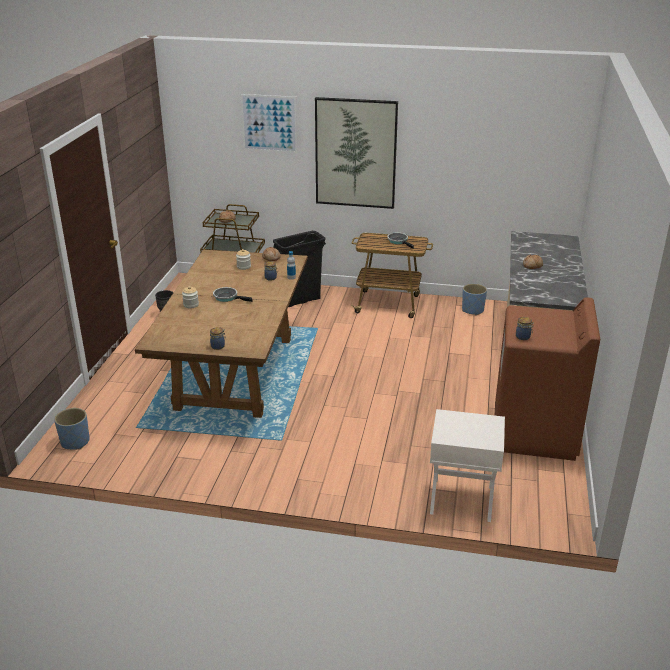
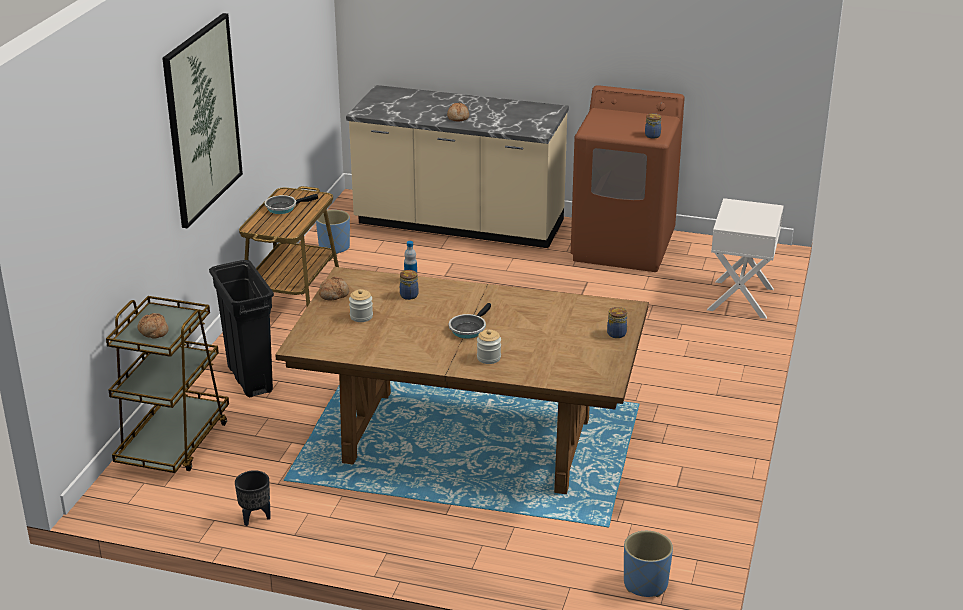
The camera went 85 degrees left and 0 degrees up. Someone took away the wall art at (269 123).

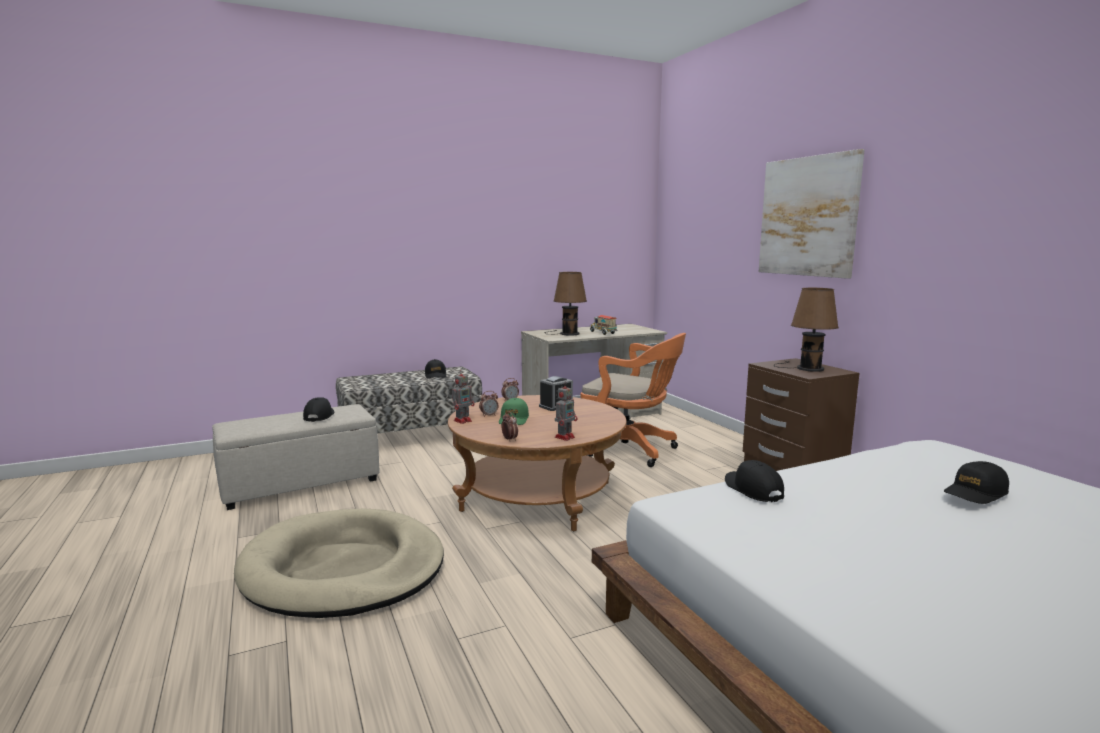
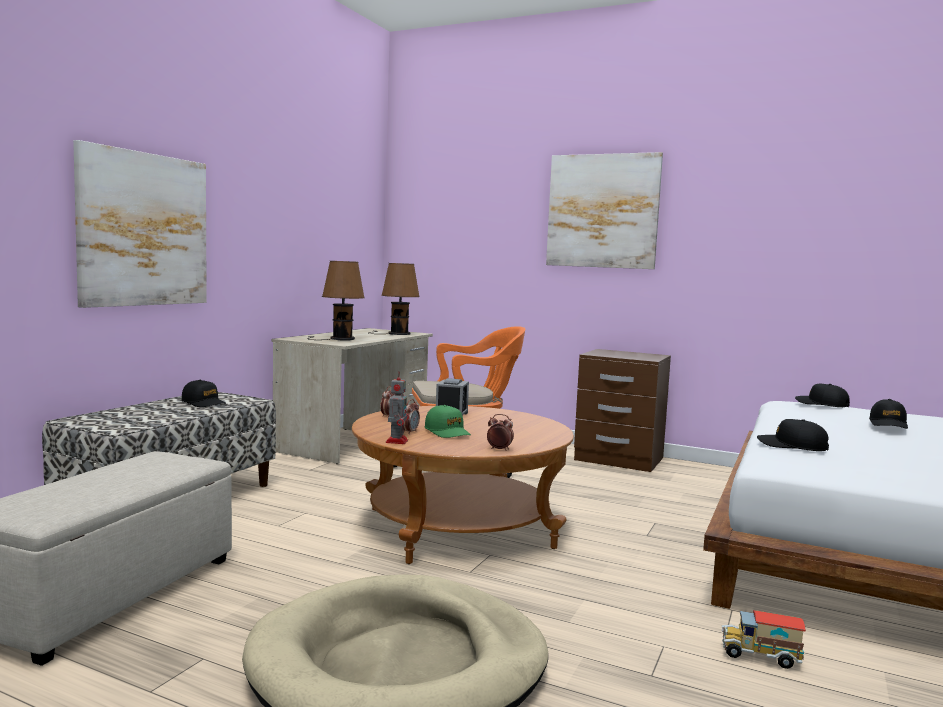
The camera went 40 degrees left and 5 degrees down. Someone carried the brownish lamp for a table from (807 368) to (396 333). Someone carried the toy lorry from (603 333) to (759 657). Someone took away the model robot at (565 437). Someone carried the blackish peaked cap from (319 416) to (821 404). Someone put up the wall art at (144 229).

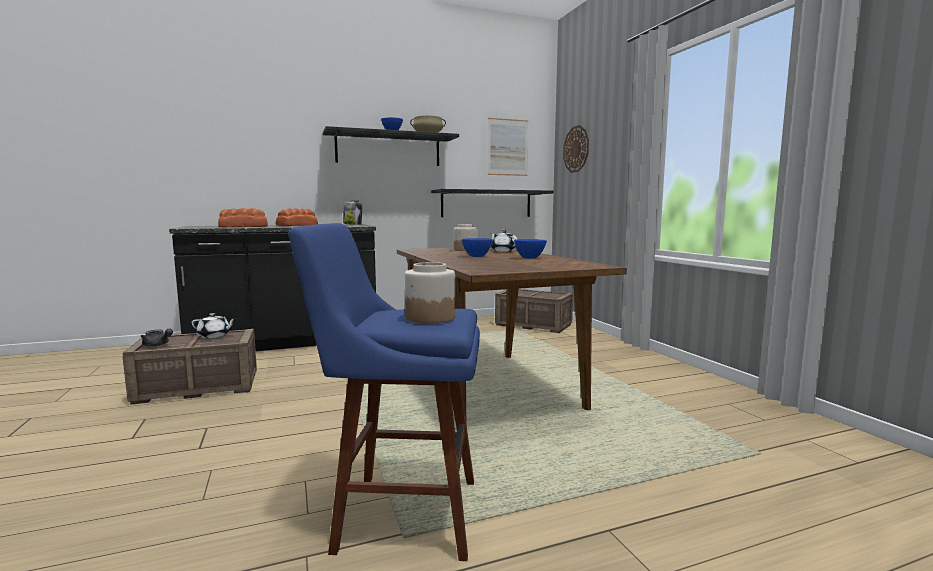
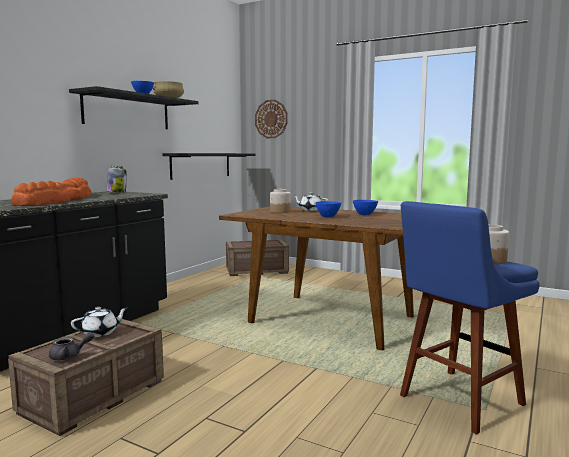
The camera went 40 degrees left and 0 degrees up. Someone took away the wall art at (507 147).

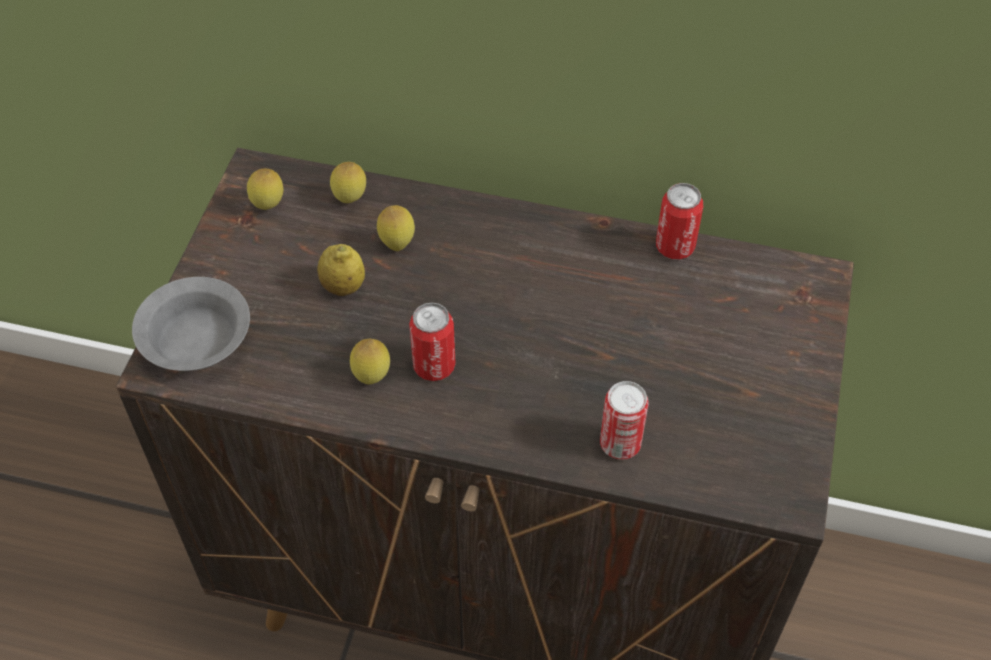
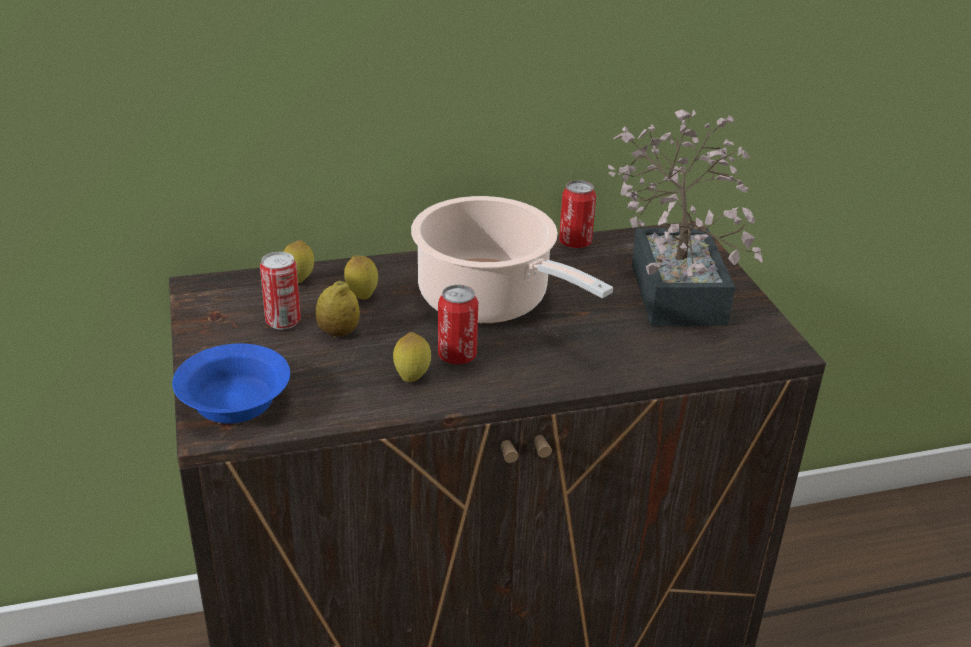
The camera went 30 degrees left and 20 degrees down. Someone took away the whole lemon at (268 206). Someone repainted the greyish deep dish at (198 343), which became the blue-coloured deep dish at (237 403). Someone carried the metal can from (620 444) to (283 321). Someone put down the houseplant at (676 285). Someone put down the cooking pot at (489 300).

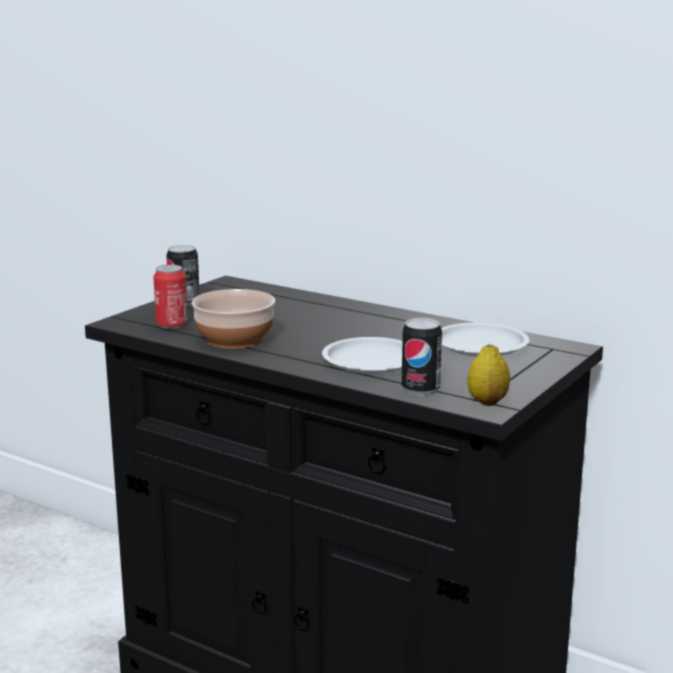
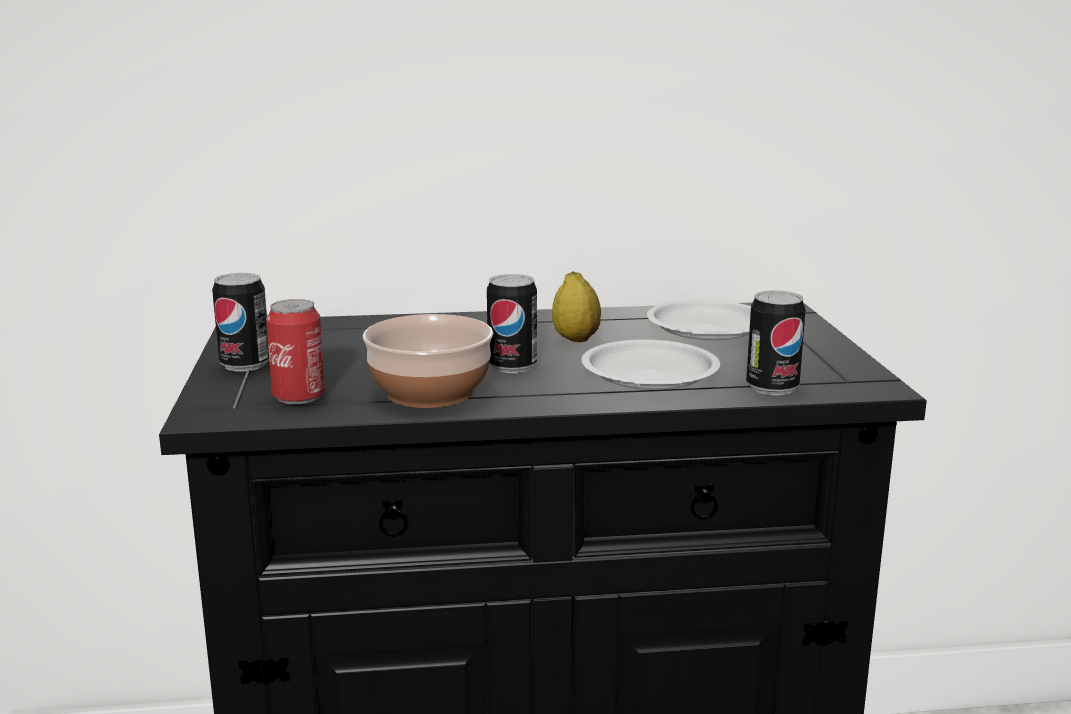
The camera went 40 degrees left and 0 degrees up. Someone carried the whole lemon from (487 402) to (576 339). Someone put down the metal can at (512 366).

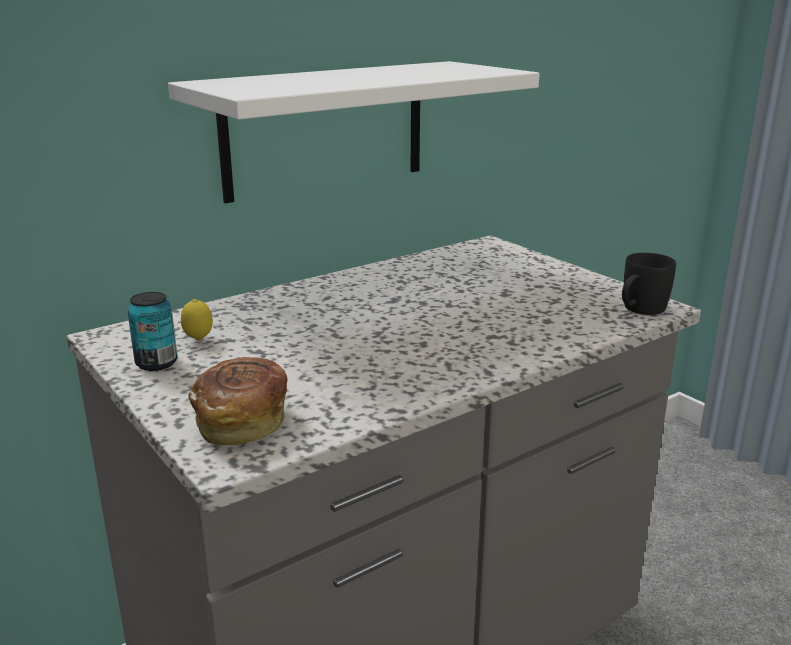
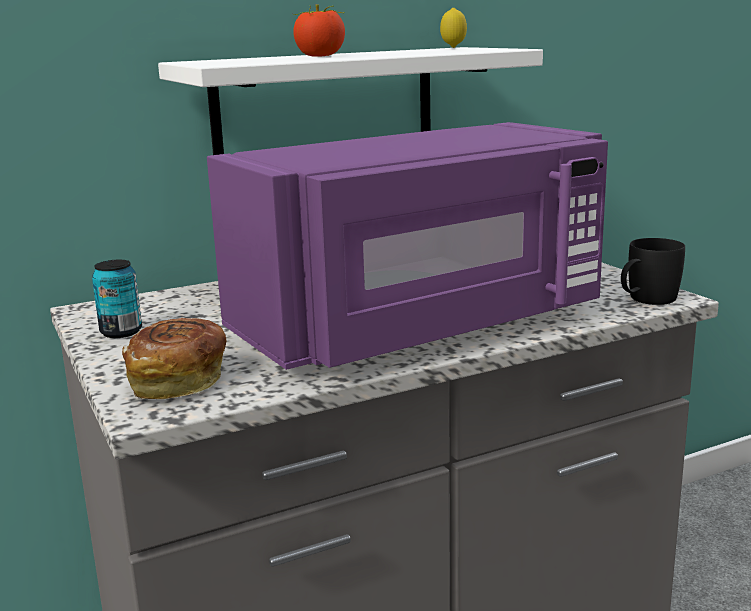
The camera went 10 degrees right and 5 degrees down. Someone carried the whole lemon from (198 340) to (453 47). Someone put down the fresh tomato at (321 56). Someone put down the purplish microwave oven at (424 326).

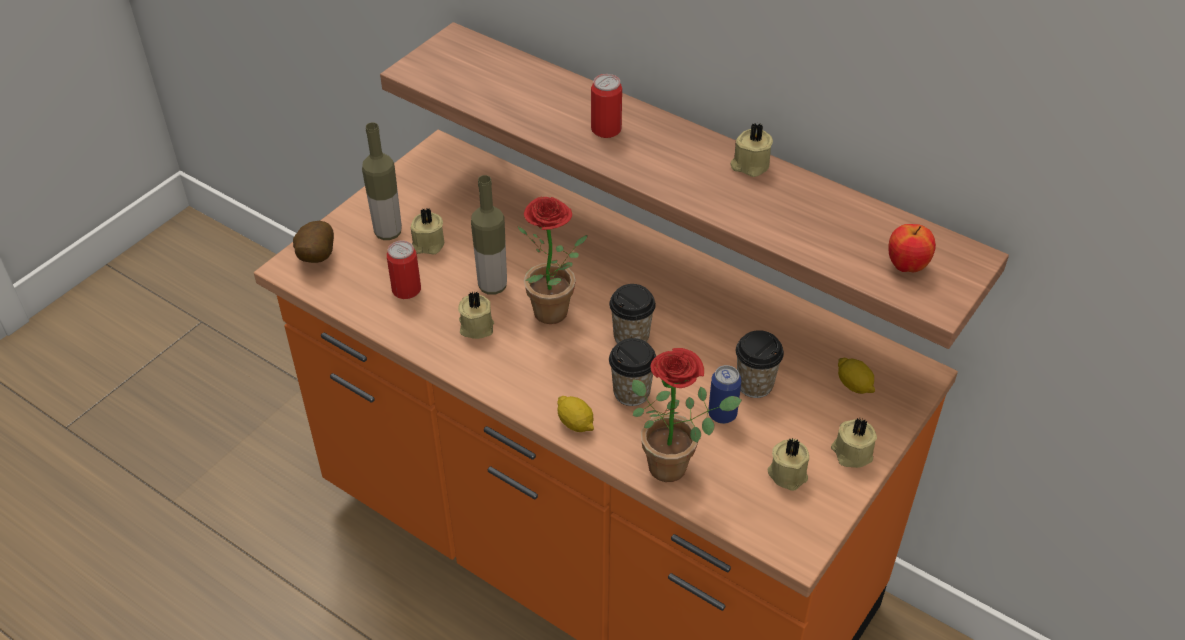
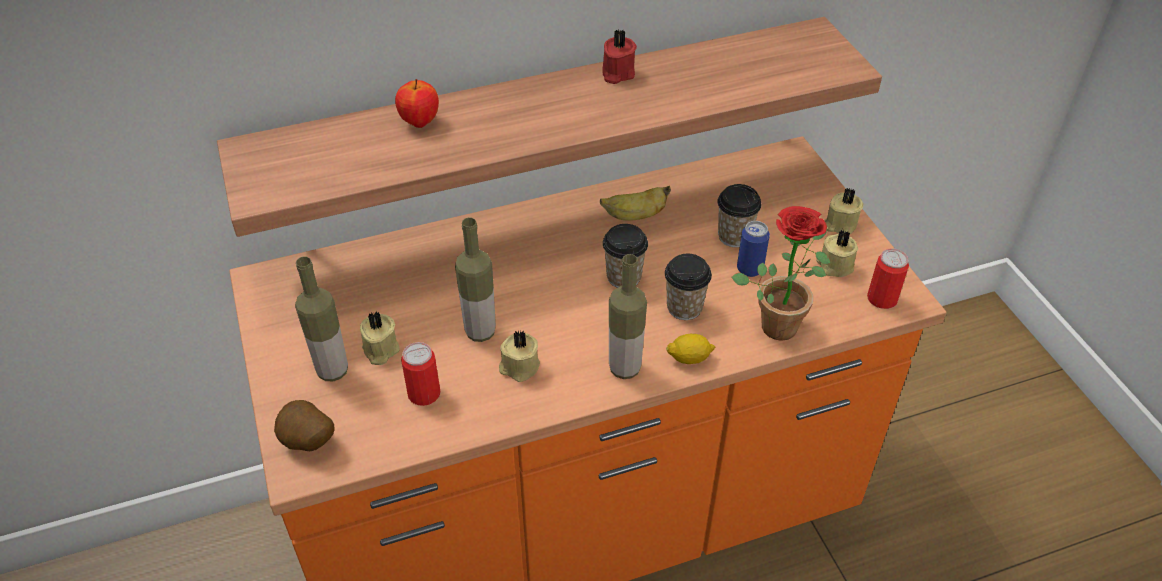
The camera went 55 degrees left and 0 degrees up. Someone carried the metal can from (606 129) to (882 299). Someone repainted the beige-coloured wax light at (750 165), which became the red wax light at (617 74). Someone took away the houseplant at (554 317). Someone carried the apple from (906 266) to (419 122). Someone took away the whole lemon at (854 385). Someone put down the banana at (634 216). Someone put down the beverage bottle at (624 368).

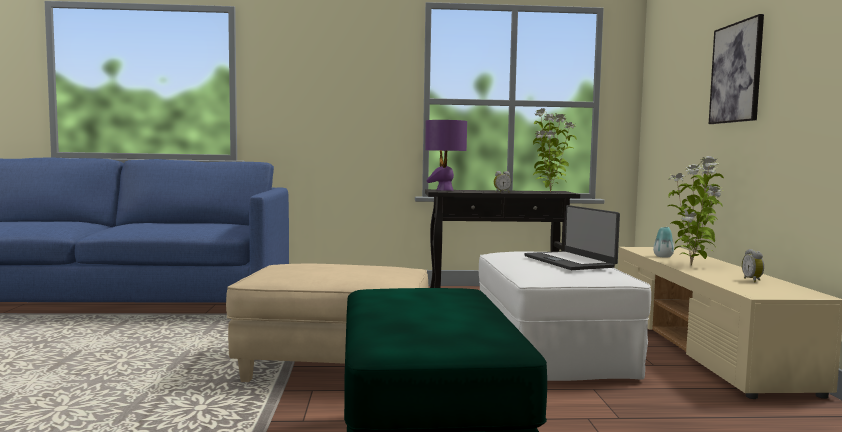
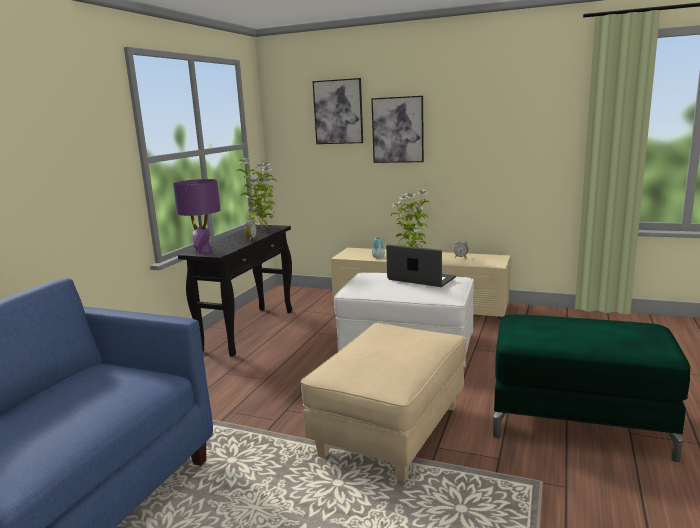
The camera went 65 degrees left and 10 degrees up. Someone rotated the notebook computer at (570 261) by 150 degrees counterclockwise. Someone put up the wall art at (338 112).

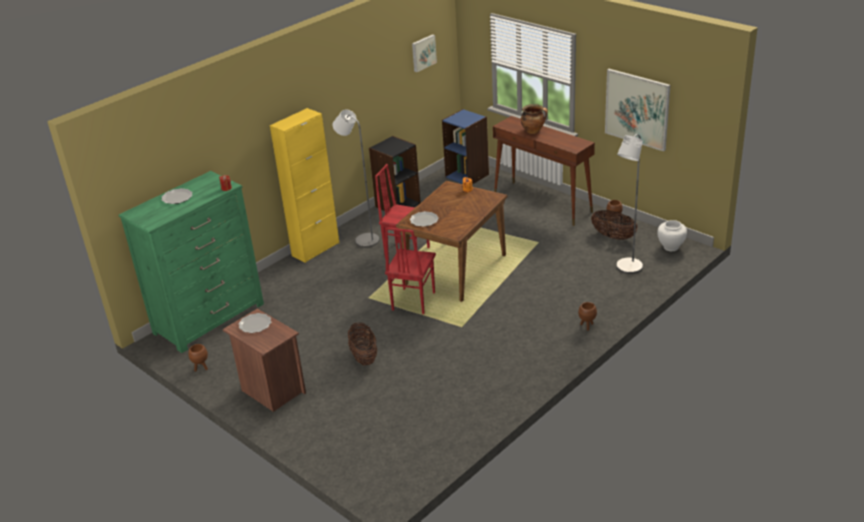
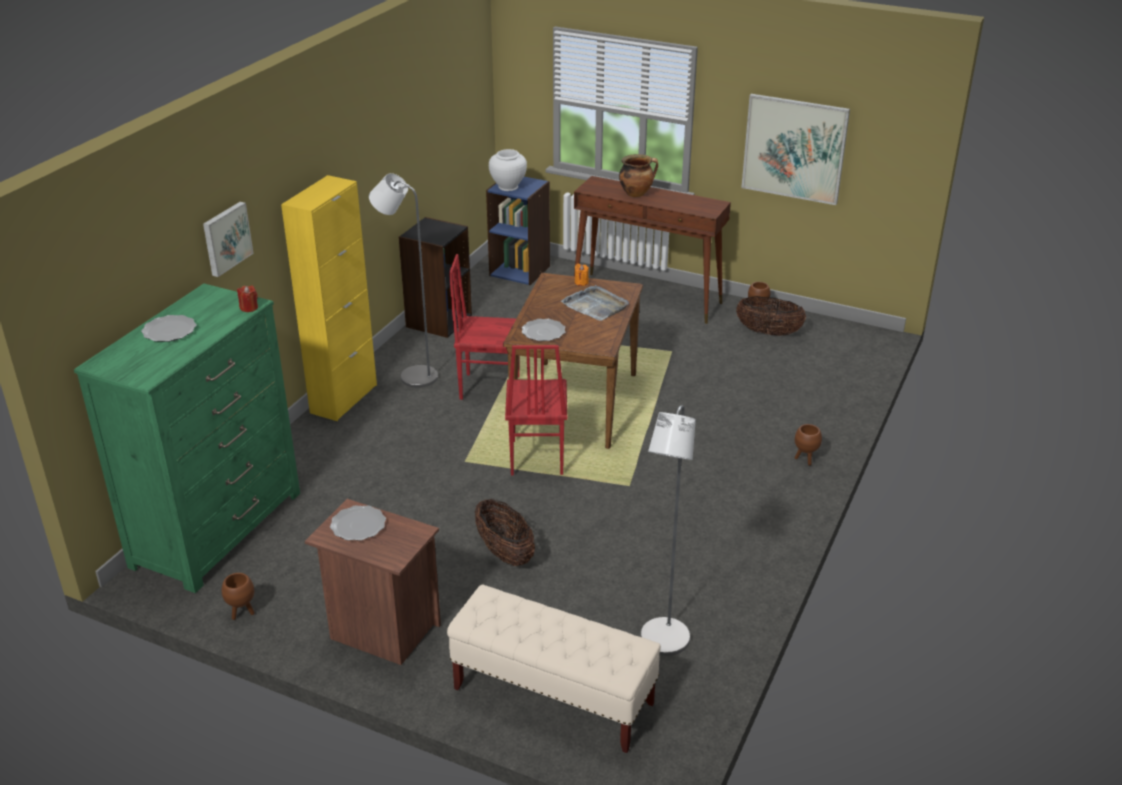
The camera went 20 degrees left and 0 degrees up. Someone carried the wall art from (423 52) to (226 238). Someone carried the greyish floor lamp from (627 269) to (662 644). Someone carried the whitish decorative vase from (670 247) to (508 187). Someone put down the greyish tray at (595 305). Someone put down the beige-coloured bench at (552 696).

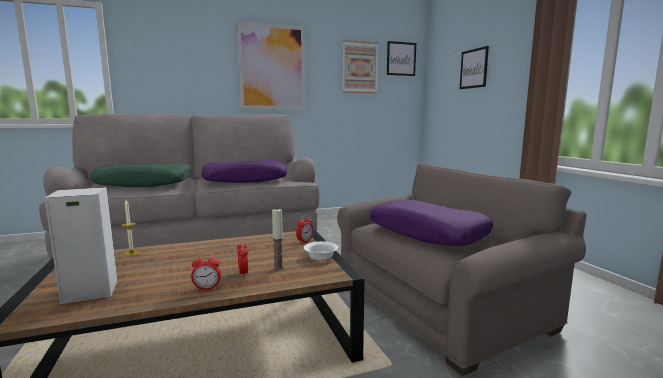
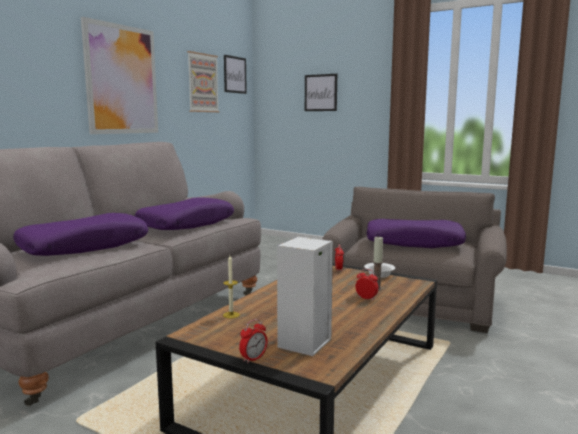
The camera went 40 degrees left and 0 degrees up. Someone repainted the green-coloured throw pillow at (145 184), which became the purplish throw pillow at (85 246). Someone carried the alarm clock from (207 288) to (253 358).

